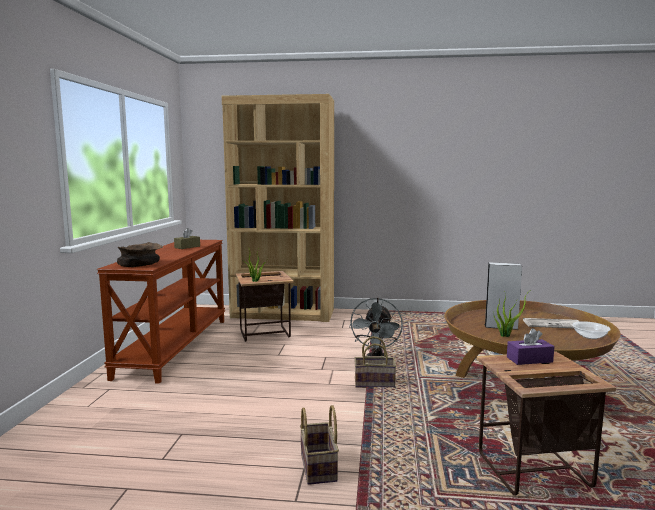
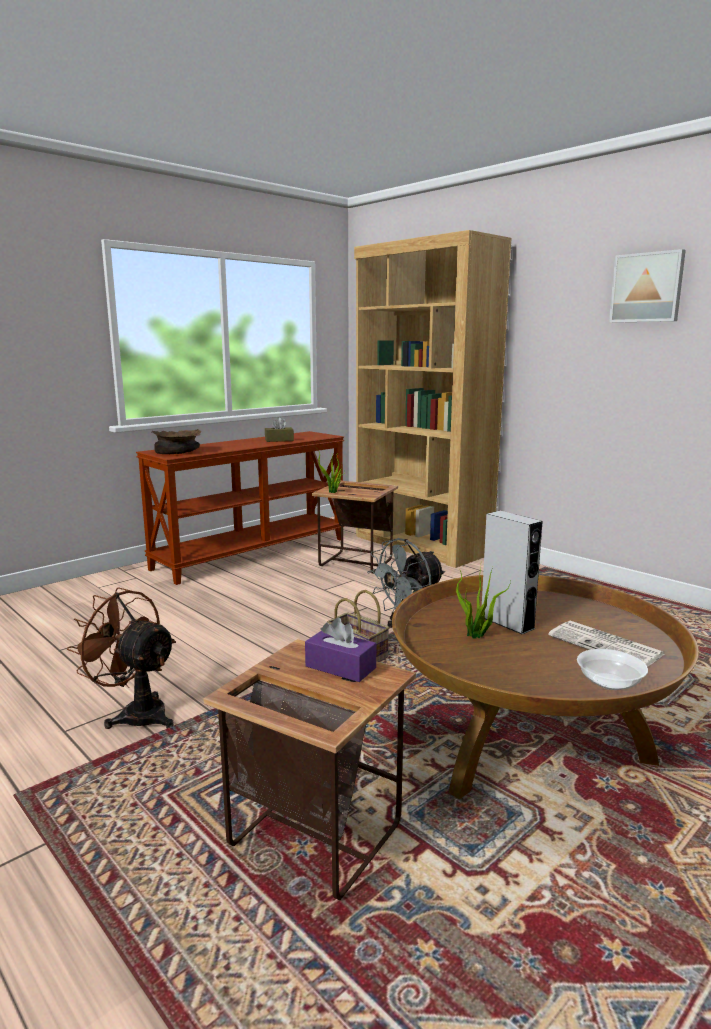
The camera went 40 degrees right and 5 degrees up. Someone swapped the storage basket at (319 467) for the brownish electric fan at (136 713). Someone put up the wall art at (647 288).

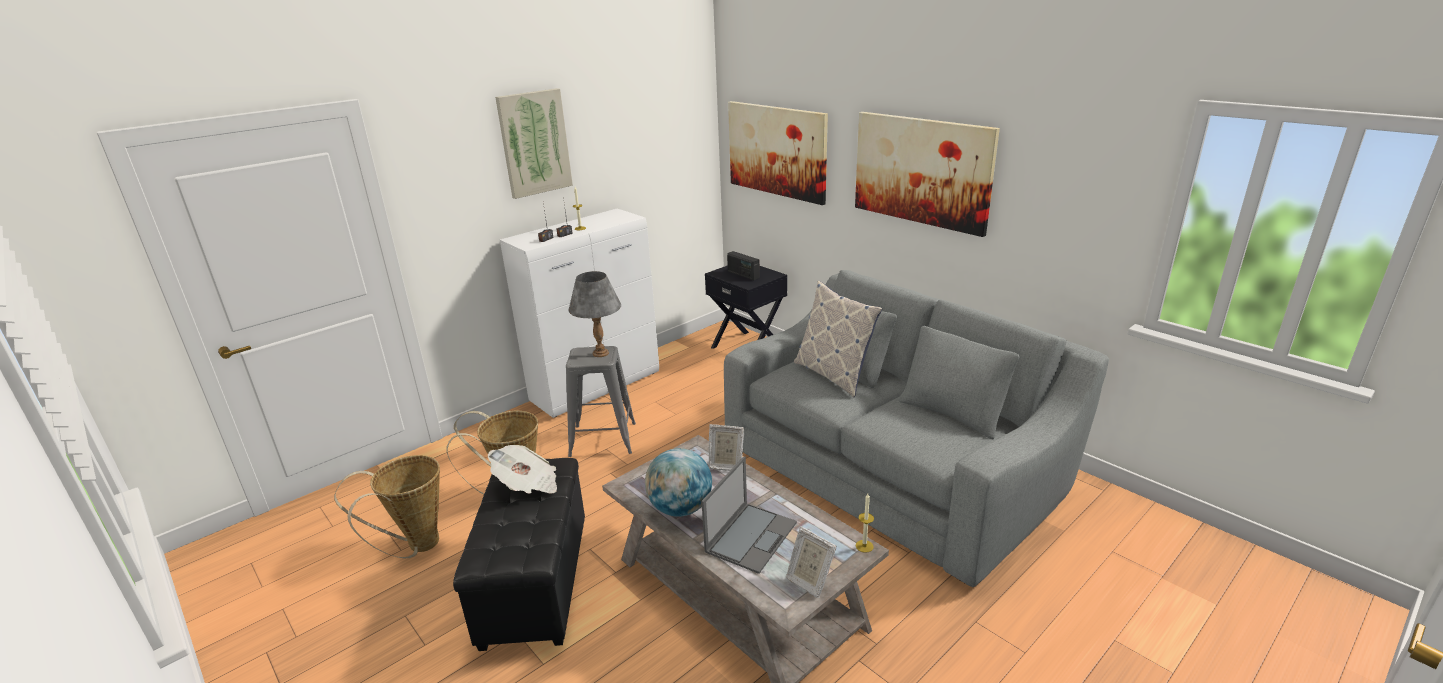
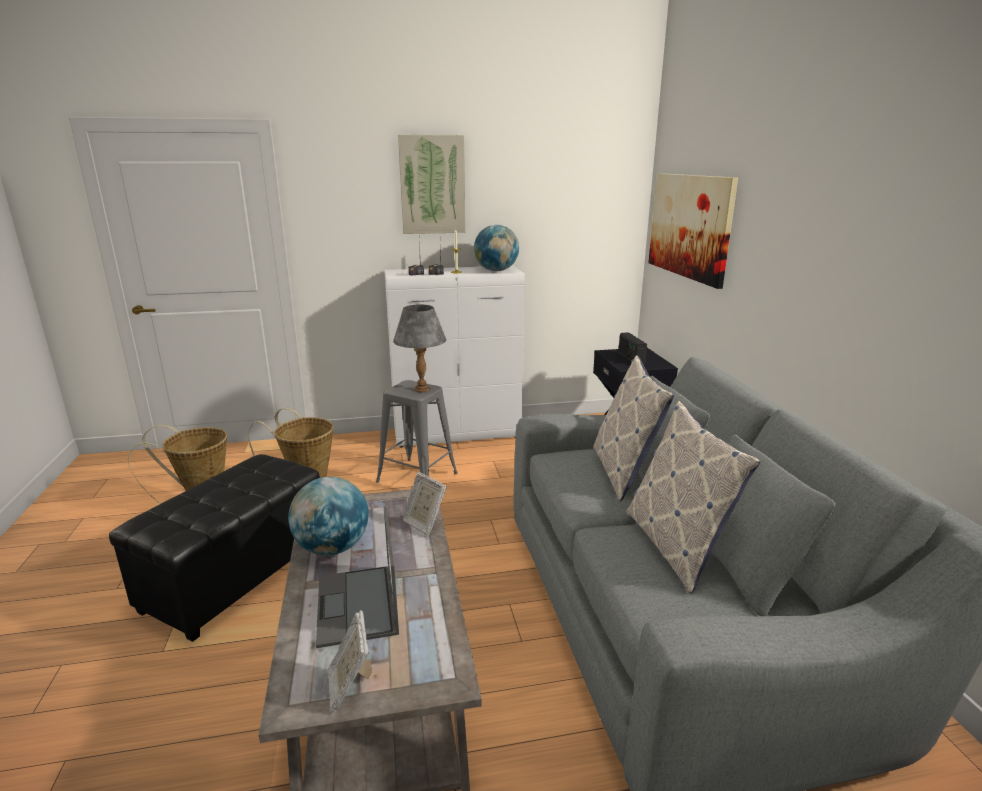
The camera went 30 degrees right and 5 degrees down. Someone took away the wall art at (921 171). Someone took away the printed paper at (528 485). Someone rotated the notebook computer at (751 536) by 105 degrees clockwise. Someone took away the wax light at (864 546). Someone put down the globe at (496 271). Someone put down the throw pillow at (676 546).

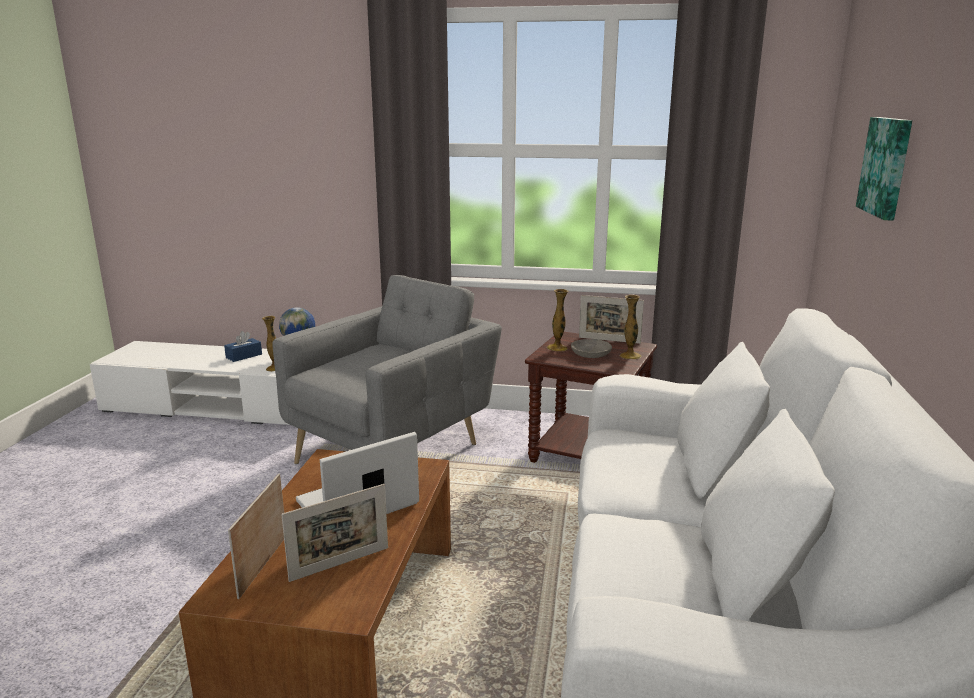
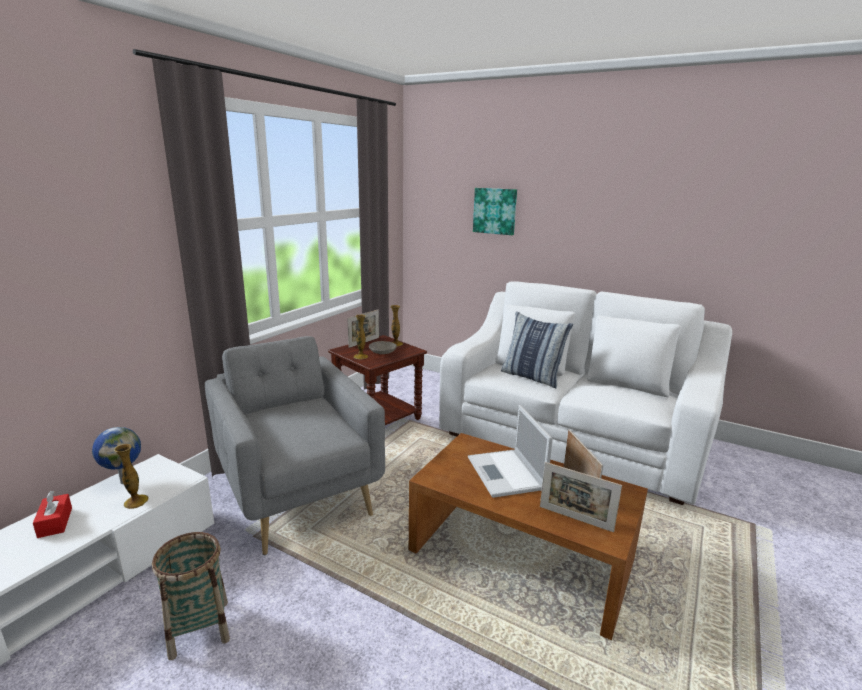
The camera went 70 degrees left and 0 degrees up. Someone repainted the blue-coloured tissue holder at (244 356), which became the red tissue holder at (55 522). Someone put down the throw pillow at (532 377). Someone put down the storage basket at (199 629).

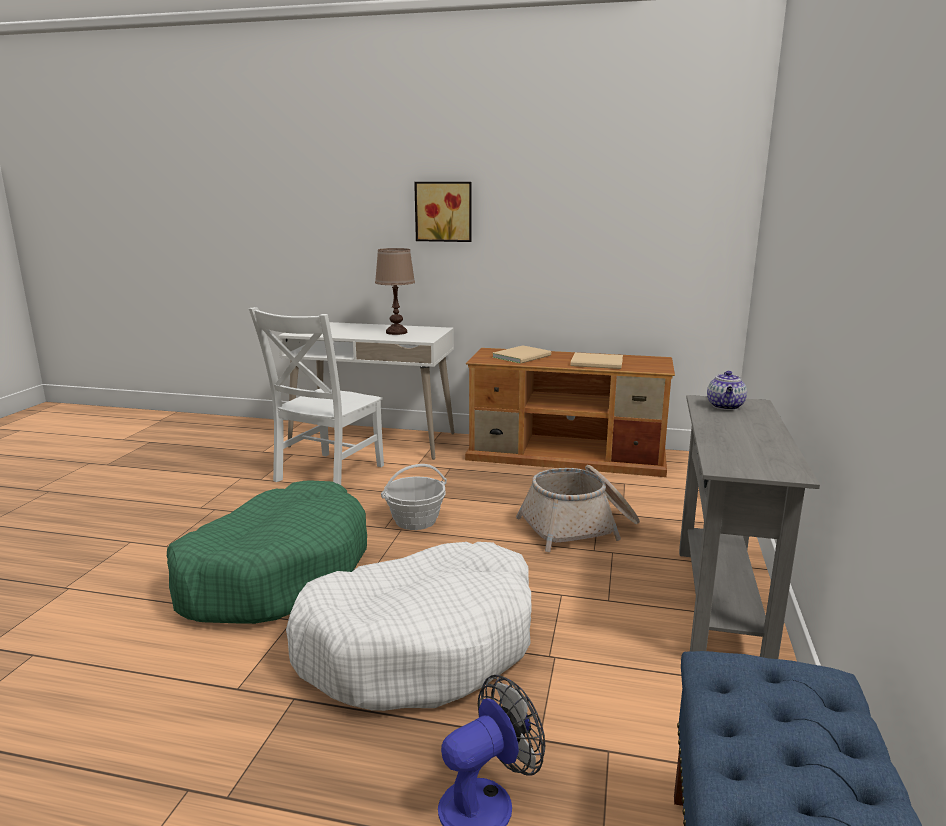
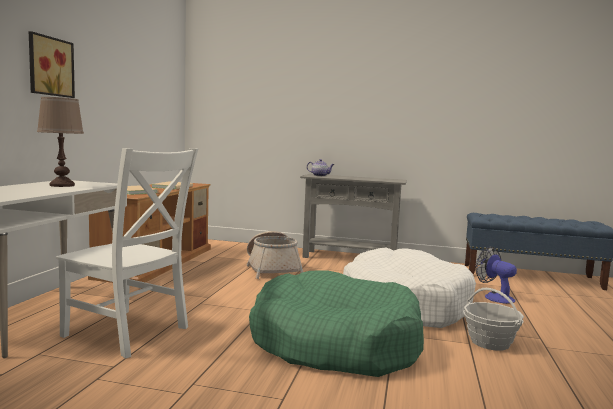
The camera went 90 degrees left and 10 degrees down. Someone carried the storage basket from (415 520) to (490 342).

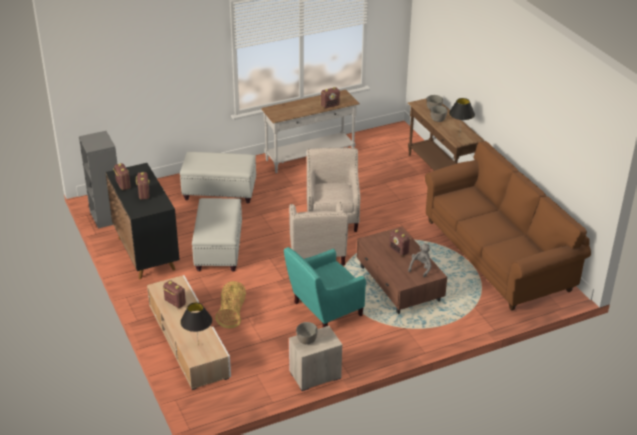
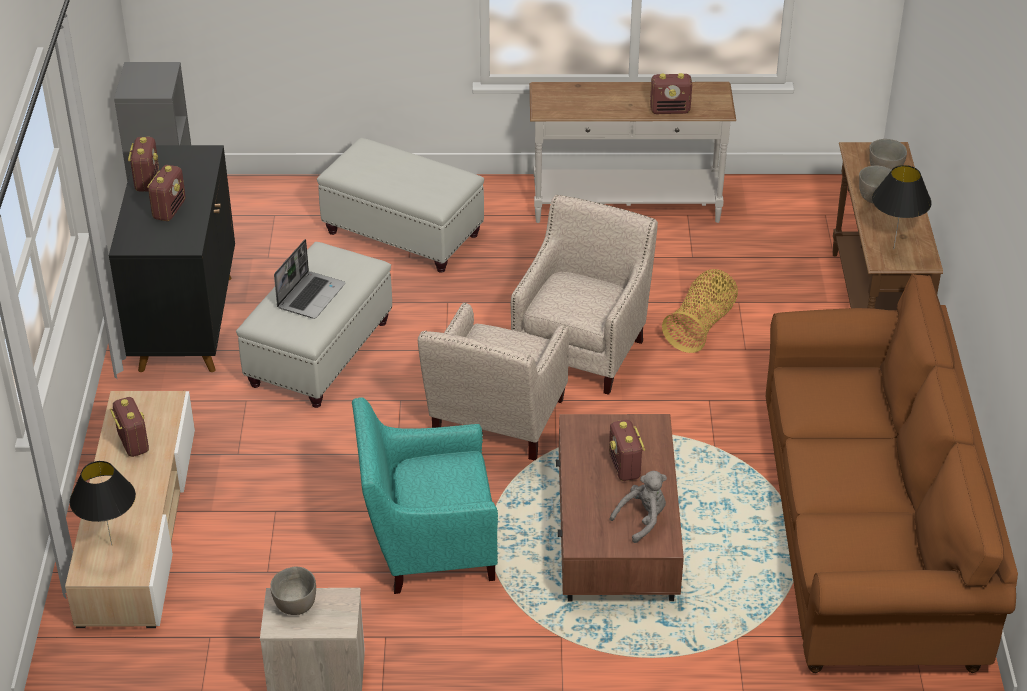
The camera went 25 degrees right and 5 degrees up. Someone carried the storage basket from (232 312) to (701 326). Someone put down the notebook computer at (311 296).

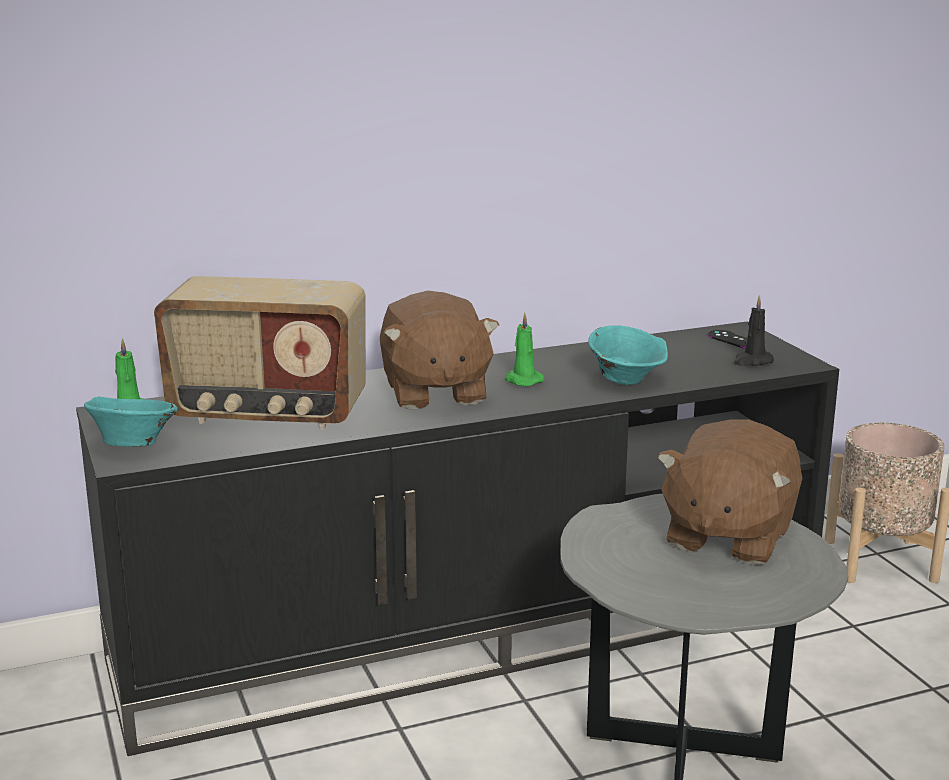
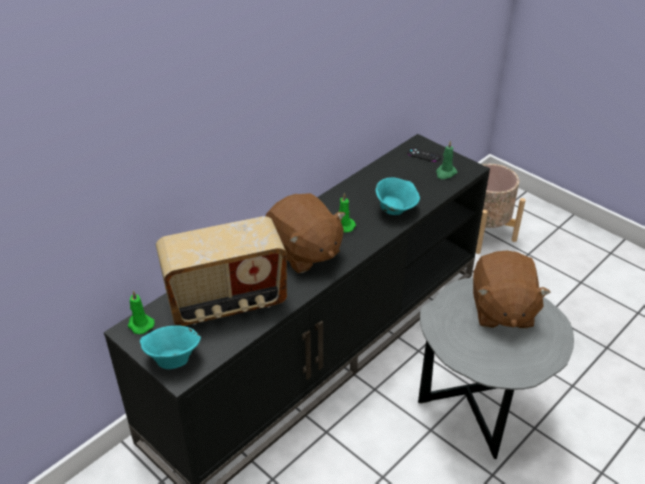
The camera went 25 degrees left and 20 degrees up. Someone repainted the blackish wax light at (752 361), which became the green-coloured wax light at (445 173).

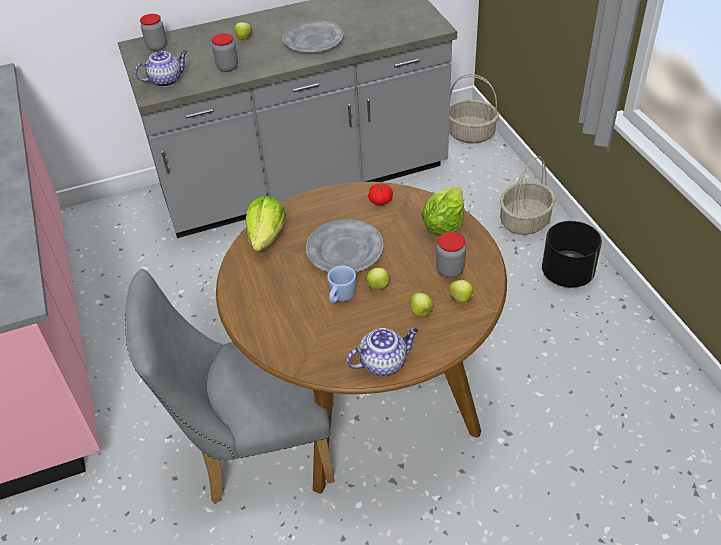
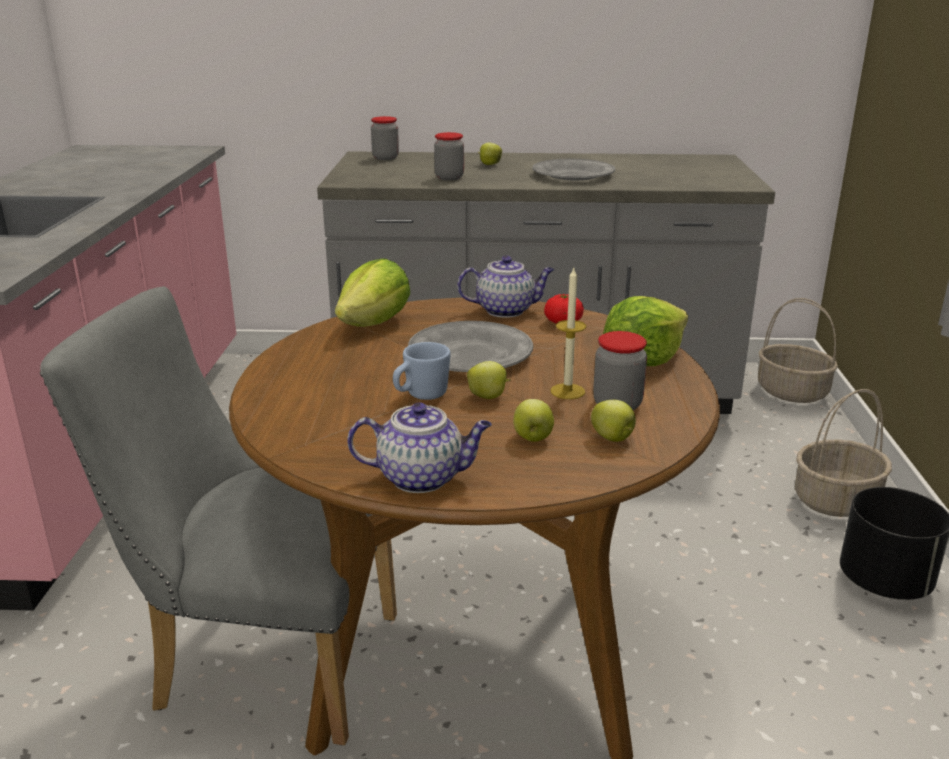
The camera went 20 degrees right and 20 degrees down. Someone carried the tea pot from (166 80) to (506 310). Someone put down the wax light at (567 391).

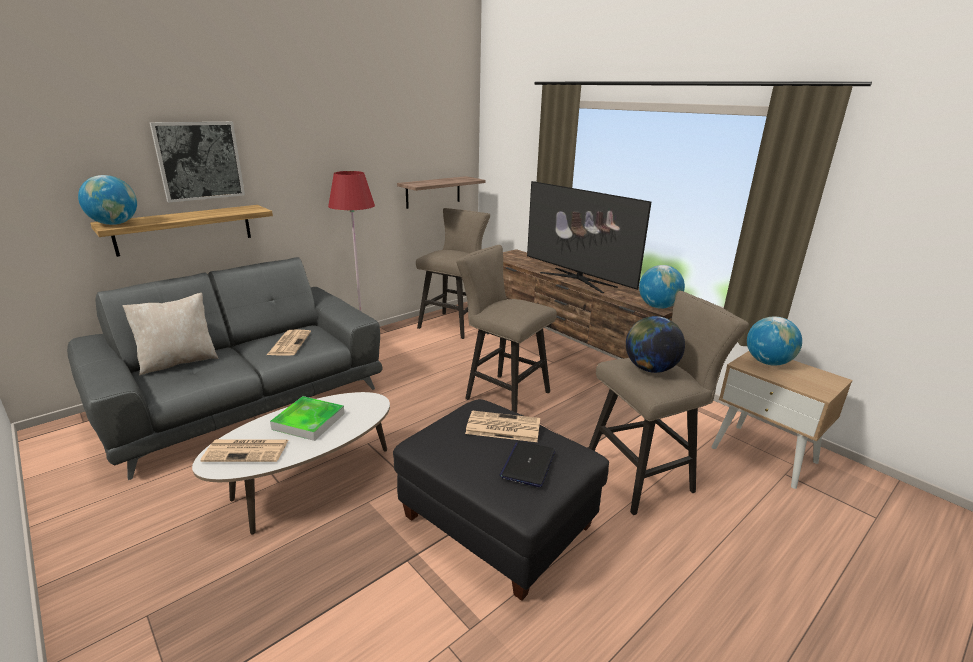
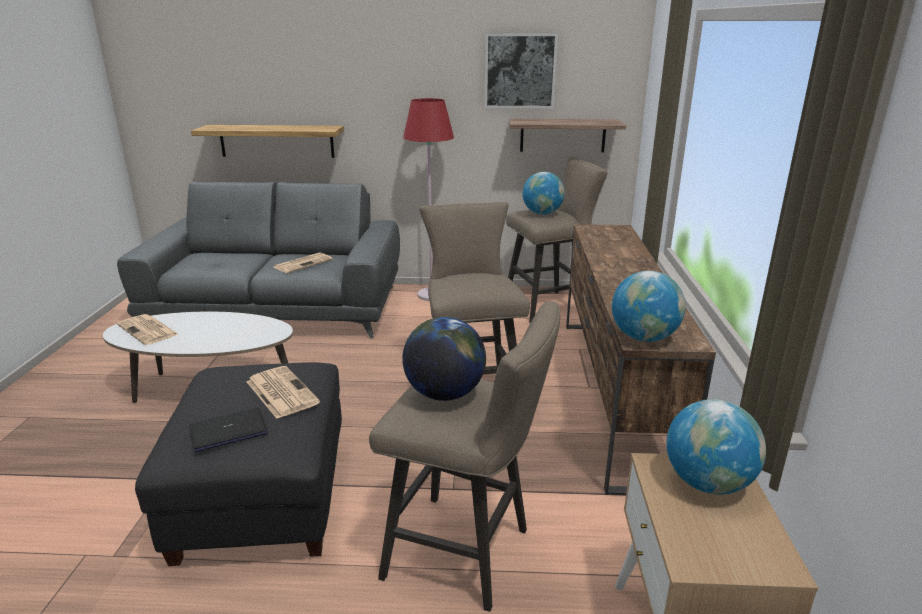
The camera went 45 degrees right and 0 degrees up. Someone carried the wall art from (199 161) to (520 71). Someone carried the globe from (114 224) to (542 213). Someone took away the TV set at (577 279). Someone took away the beige-coloured throw pillow at (179 362). Someone took away the tray at (309 421).

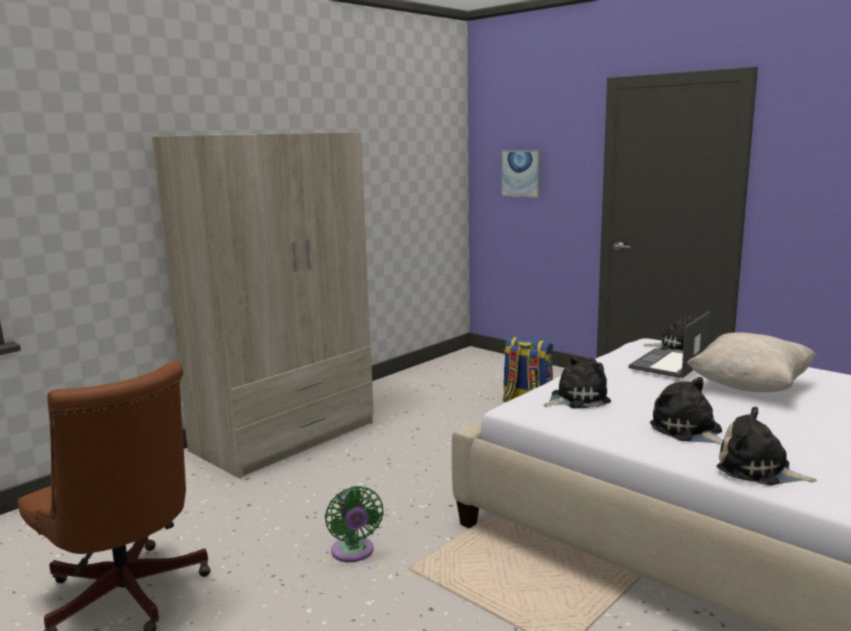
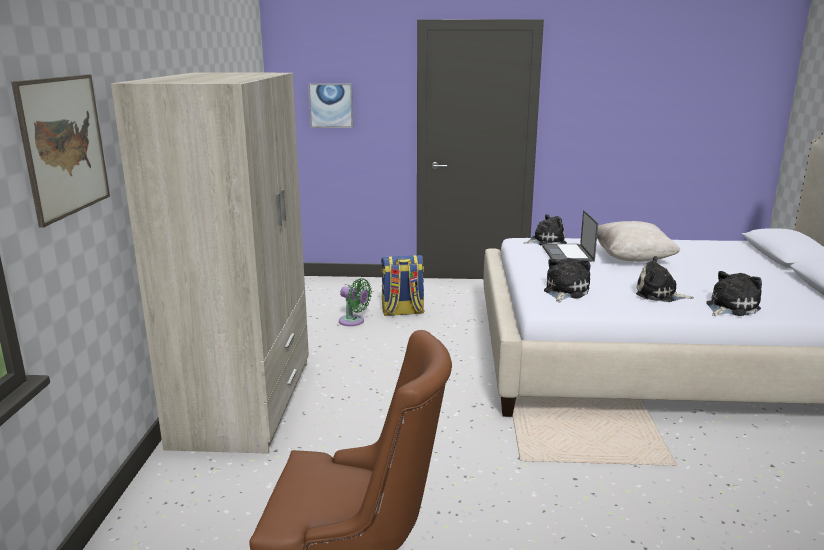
The camera went 40 degrees left and 5 degrees up. Someone rotated the soft toy at (758 470) by 150 degrees clockwise. Someone carried the green-coloured electric fan from (353 553) to (353 321). Someone put up the wall art at (64 146).

